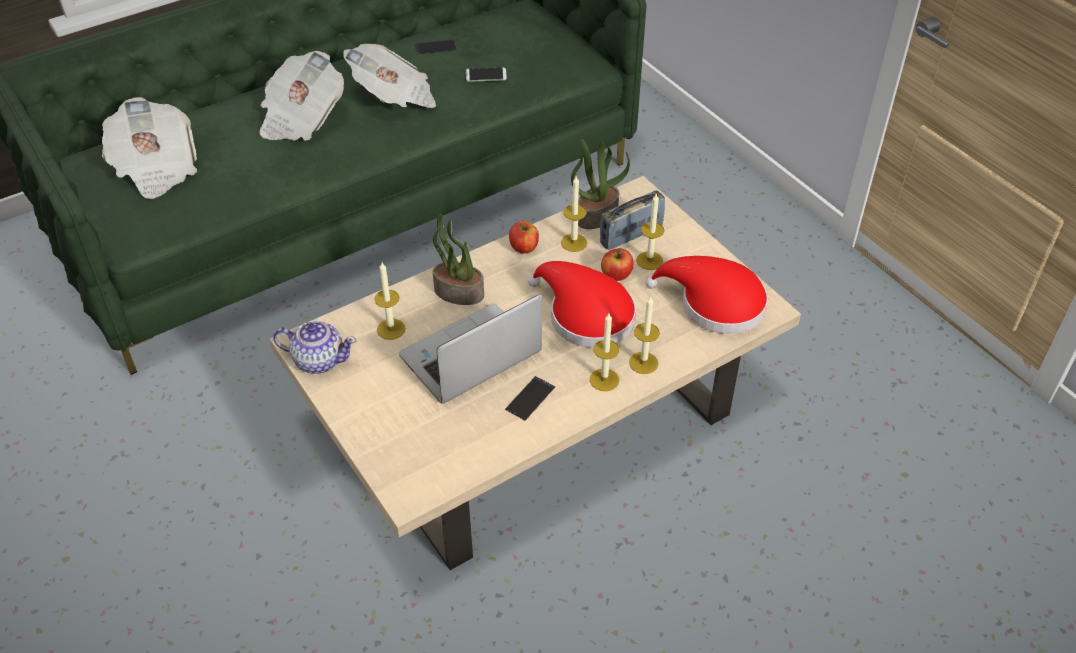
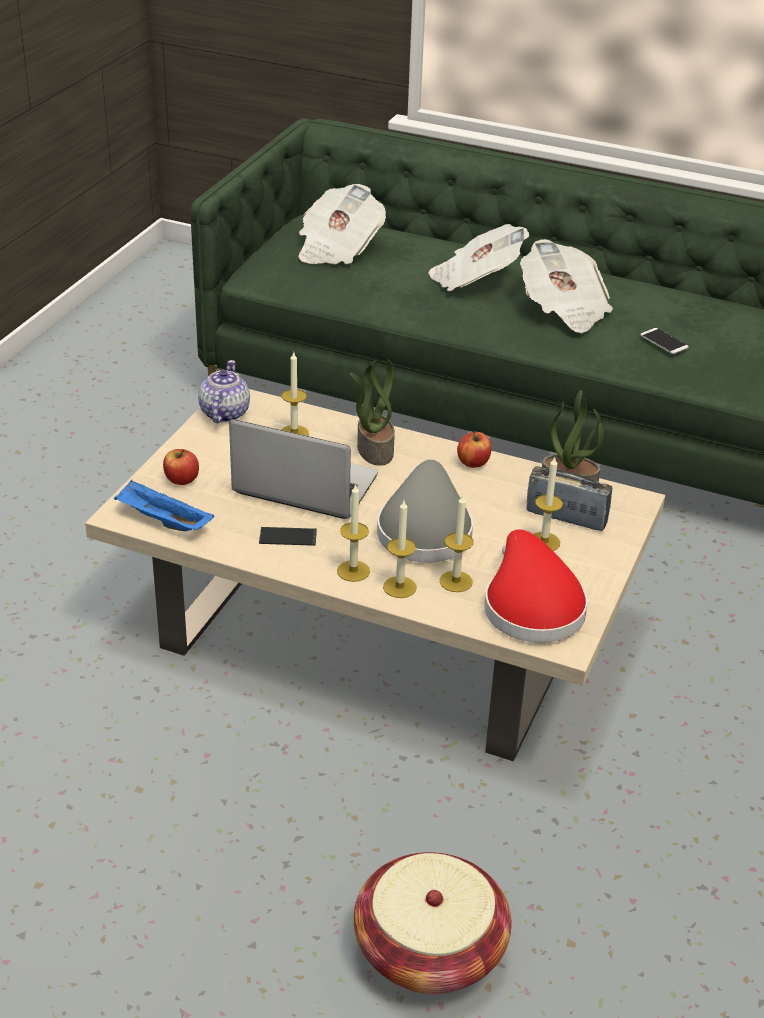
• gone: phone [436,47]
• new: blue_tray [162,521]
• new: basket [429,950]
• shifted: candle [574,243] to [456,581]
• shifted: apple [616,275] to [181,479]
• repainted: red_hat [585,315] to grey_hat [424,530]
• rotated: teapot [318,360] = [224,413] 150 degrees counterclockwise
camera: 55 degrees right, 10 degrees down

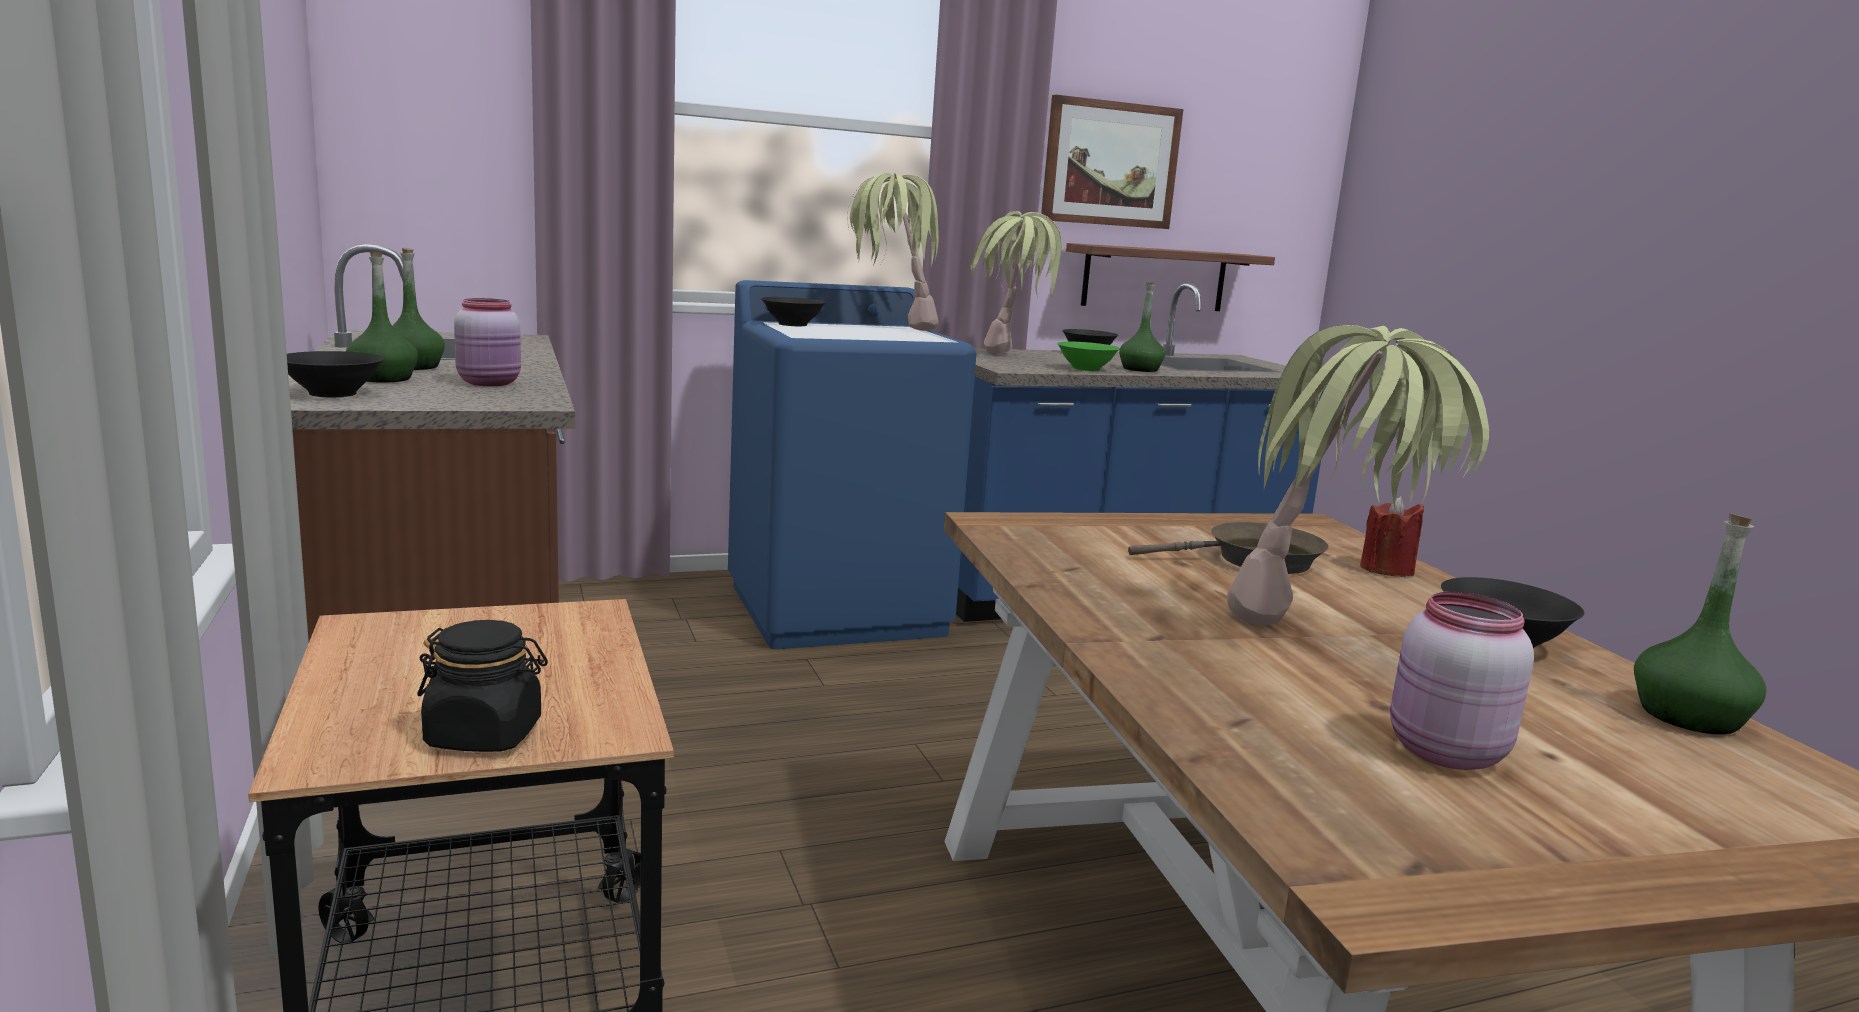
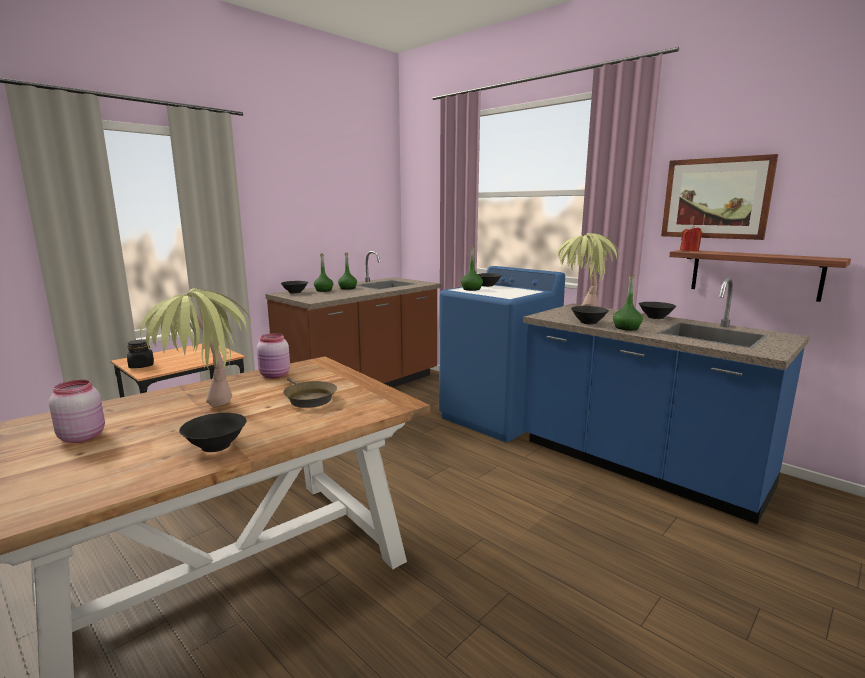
• gone: potted_plant [888,327]
• shifted: pink_jar [491,383] to [275,375]
• shifted: red_candle [1386,570] to [689,250]
• shifted: green_bottle [1688,717] to [471,289]
• repainted: green_bowl [1086,369] to black_bowl [588,322]
camera: 65 degrees right, 0 degrees up

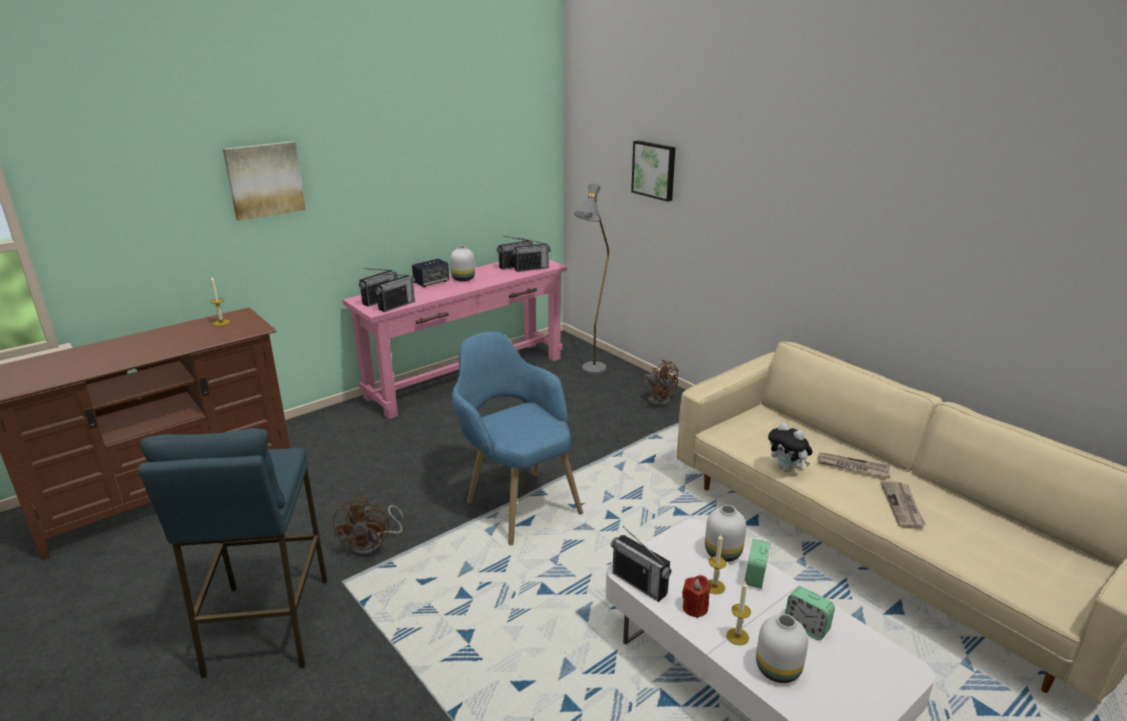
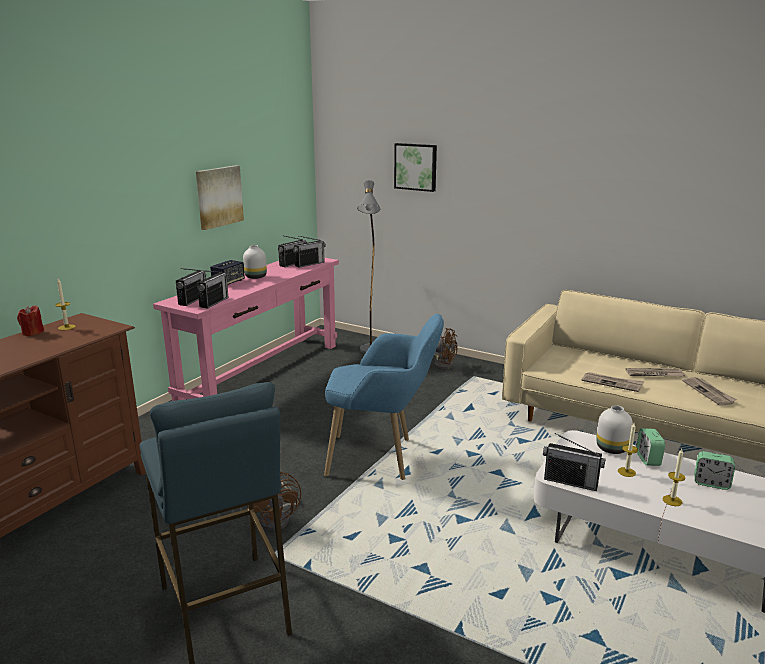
• gone: white_vase [778,670]
• shifted: picture [264,180] to [218,196]
• shifted: red_candle [695,608] to [32,332]
• swapped: plush_toy [787,469] to newspaper [612,383]
• rotated: blue_armchair [516,500] = [382,458] 150 degrees clockwise
camera: 20 degrees left, 5 degrees down

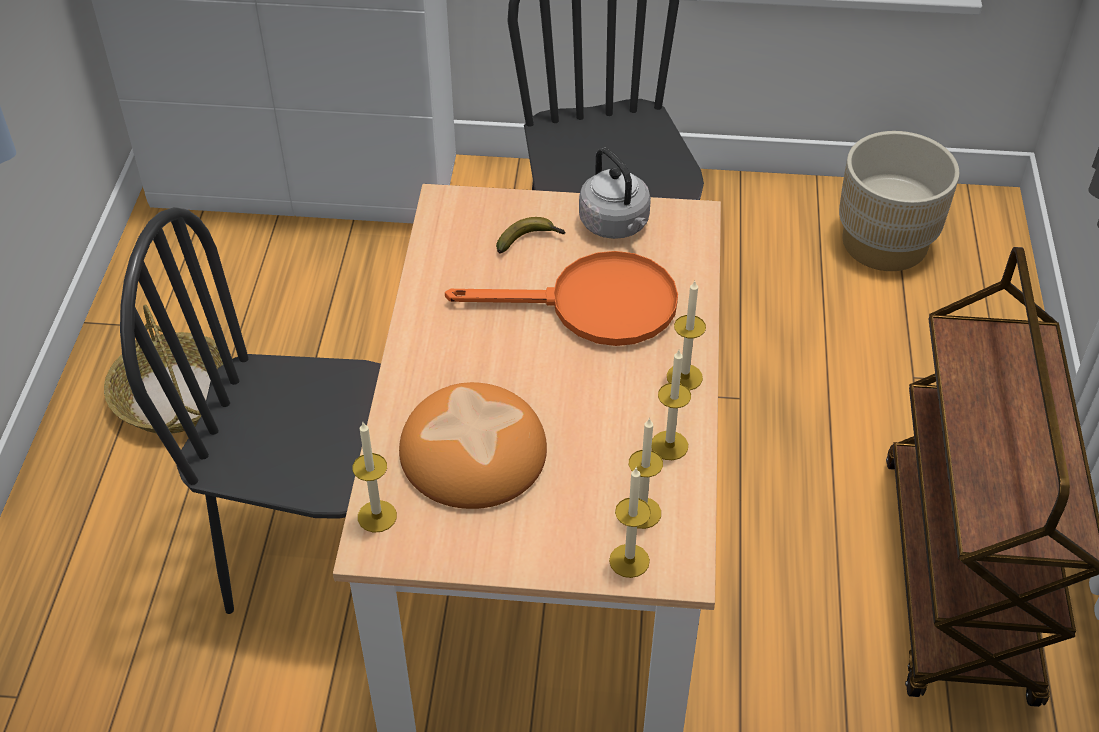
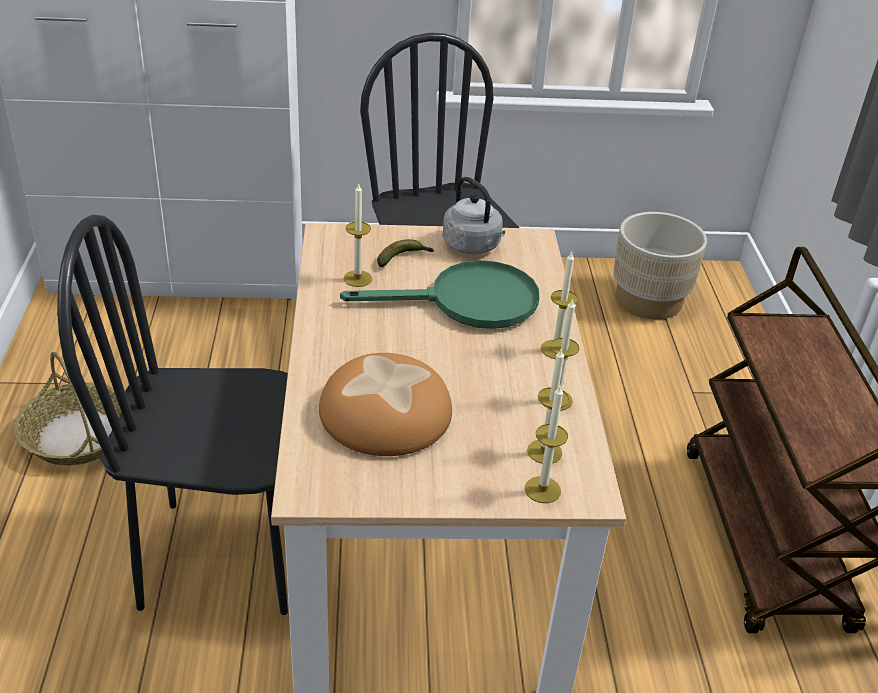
• shifted: candle [377,516] to [357,278]
• repainted: orange_frying_pan [594,306] to green_frying_pan [468,302]
camera: 10 degrees left, 10 degrees down

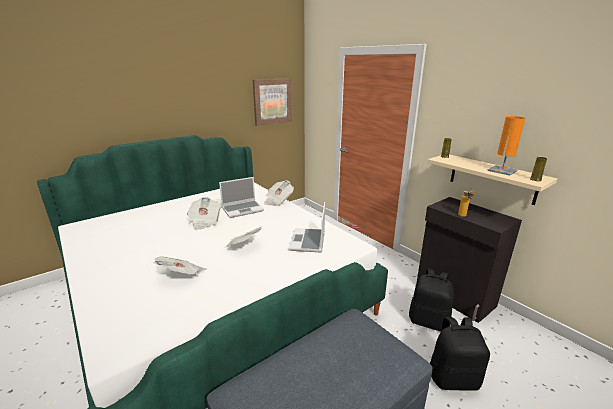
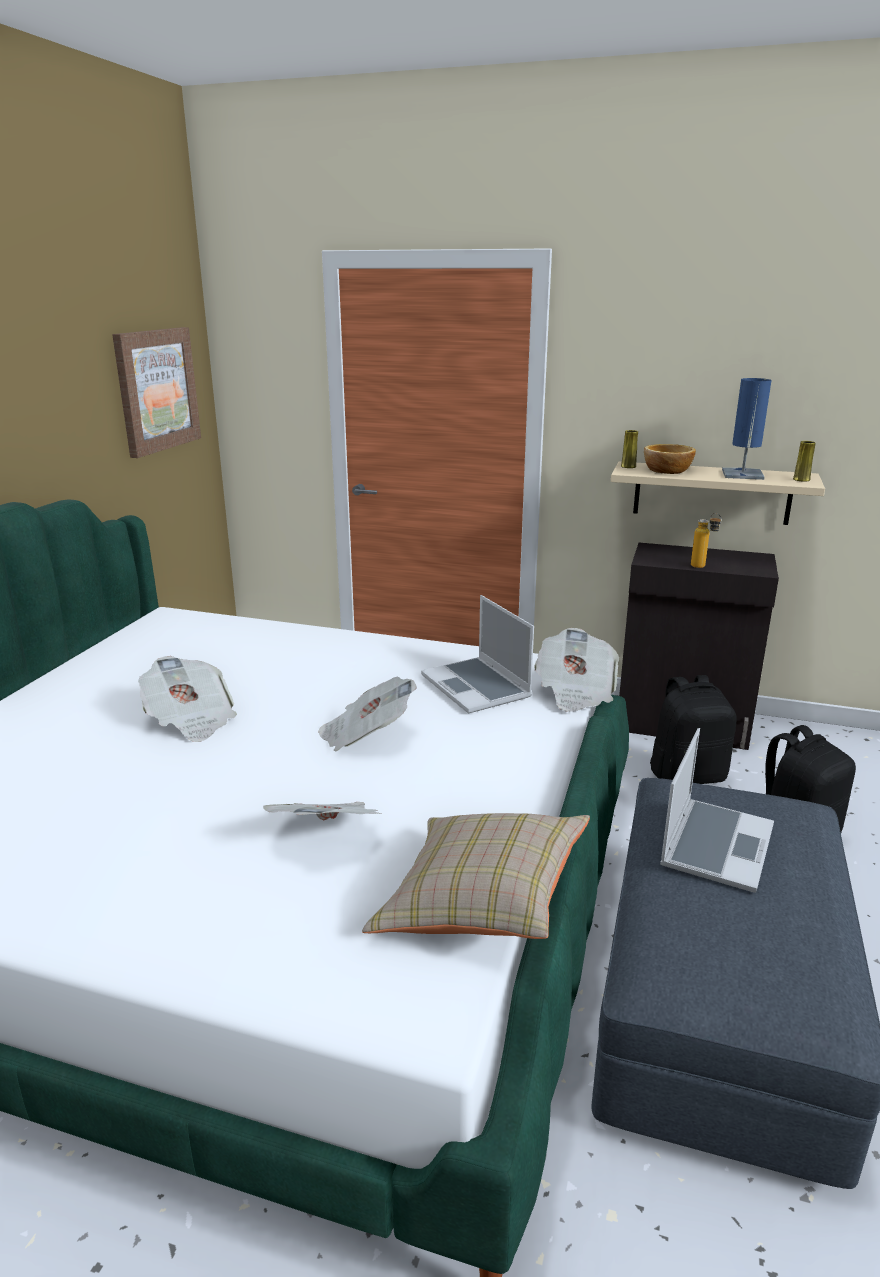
• new: beige_pillow [481,903]
• new: bowl [667,471]
• shifted: laptop [243,209] to [715,845]
• shifted: newspaper [278,201] to [575,691]
• repainted: orange_table_lamp [502,170] to blue_table_lamp [742,474]
camera: 35 degrees left, 0 degrees up

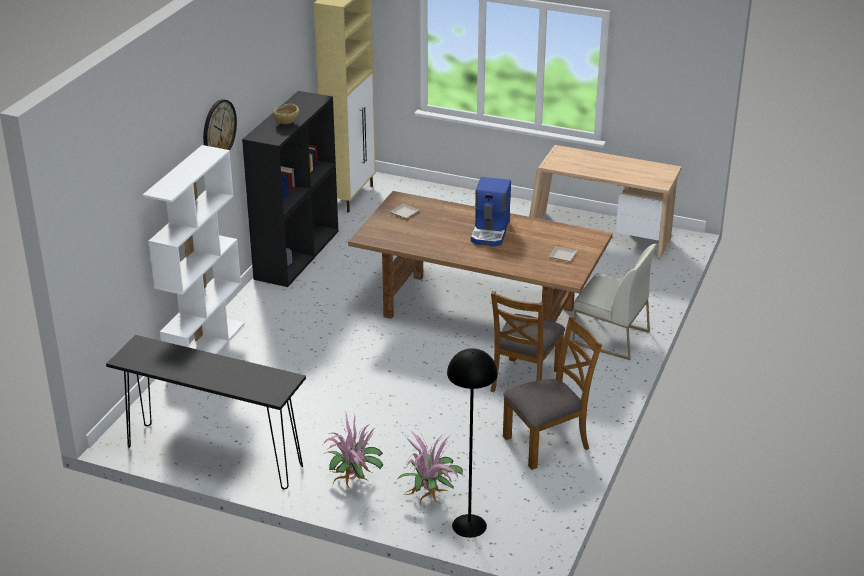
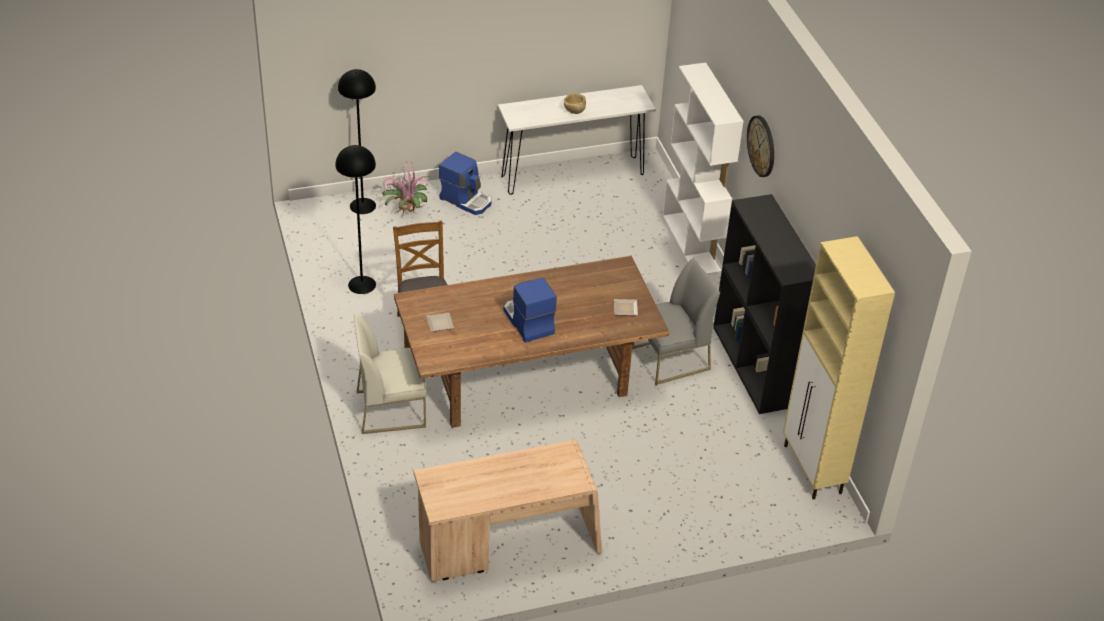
• new: grey_chair [670,359]
• shifted: beige_bowl [286,123] to [574,111]
• swapped: potted_plant [353,481] to coffee_machine [466,200]
• swapped: brown_chair [547,443] to black_floor_lamp [361,285]
• repainted: black_console_table [214,456] to white_console_table [572,175]
camera: 140 degrees right, 10 degrees up

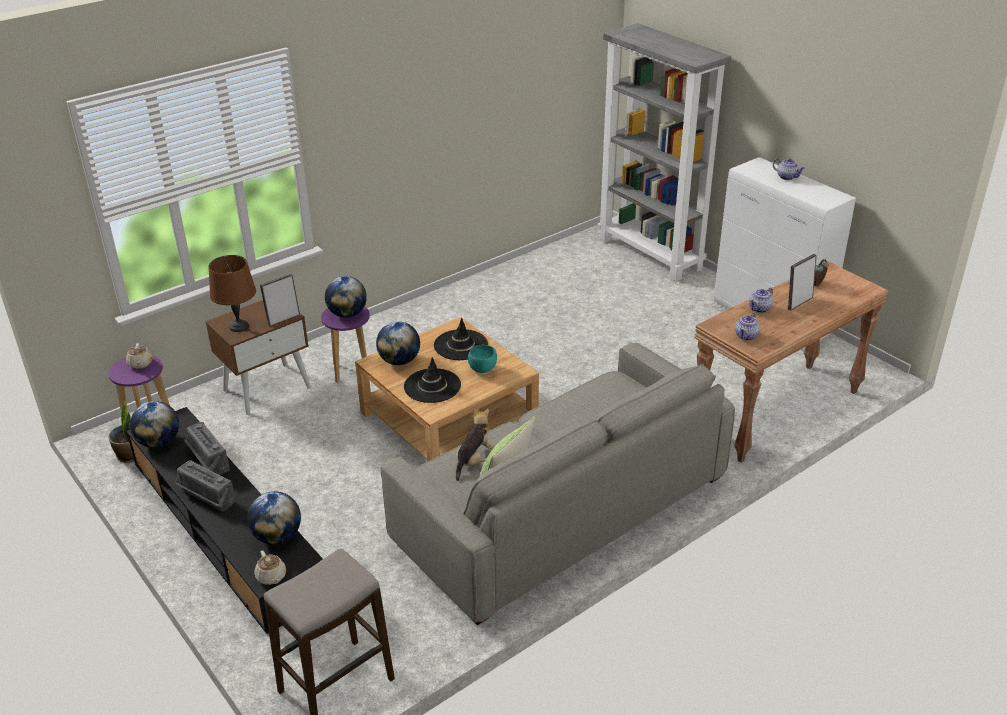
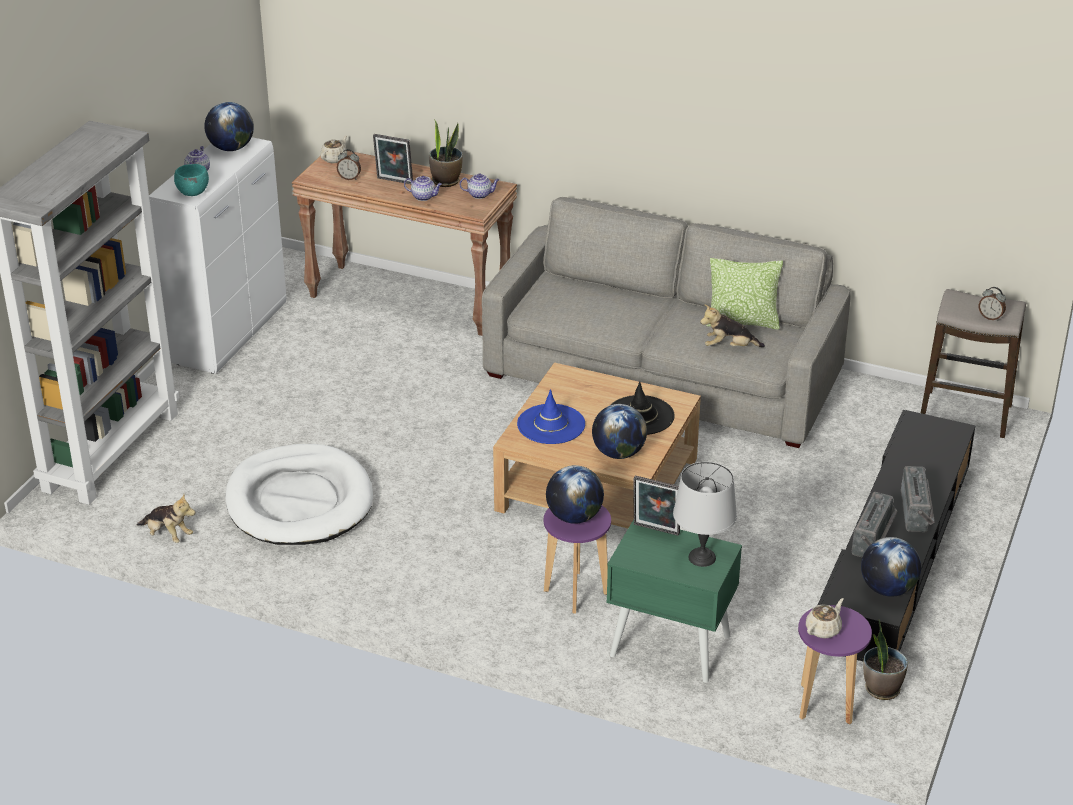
• new: plush_toy [168,535]
• new: white_dog_bed [299,501]
• new: potted_plant [446,181]
• new: alarm_clock [990,317]
• shifted: globe [277,537] to [231,148]
• shifted: beige_teapot [271,577] to [334,158]
• shifted: turquoise_bowl [482,369] to [192,193]
• repainted: brown_nightstand [267,388] to green_nightstand [669,645]
• repainted: brown_table_lamp [239,326] to grey_table_lamp [702,557]
• repainted: black_hat [460,345] to blue_hat [551,425]
camera: 120 degrees left, 0 degrees up

